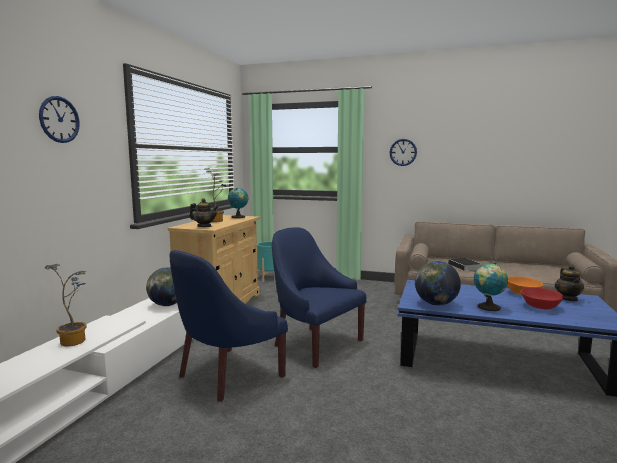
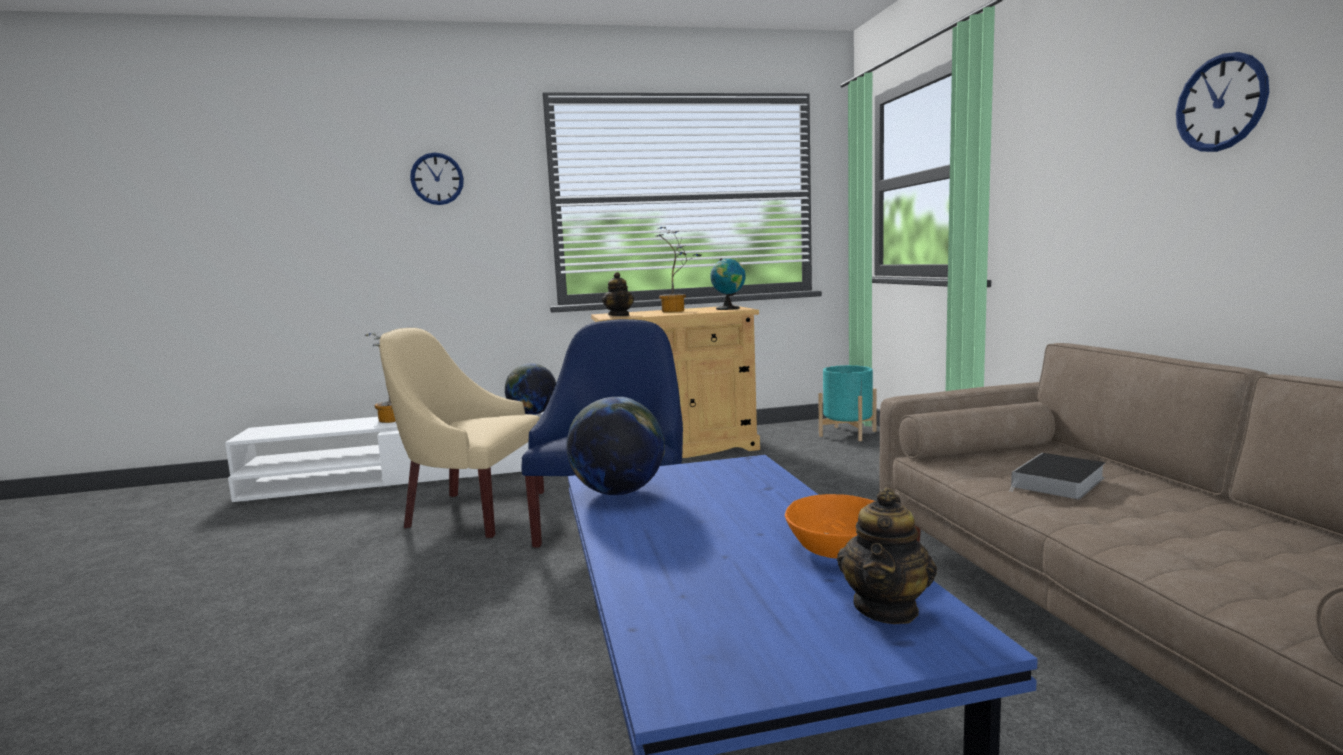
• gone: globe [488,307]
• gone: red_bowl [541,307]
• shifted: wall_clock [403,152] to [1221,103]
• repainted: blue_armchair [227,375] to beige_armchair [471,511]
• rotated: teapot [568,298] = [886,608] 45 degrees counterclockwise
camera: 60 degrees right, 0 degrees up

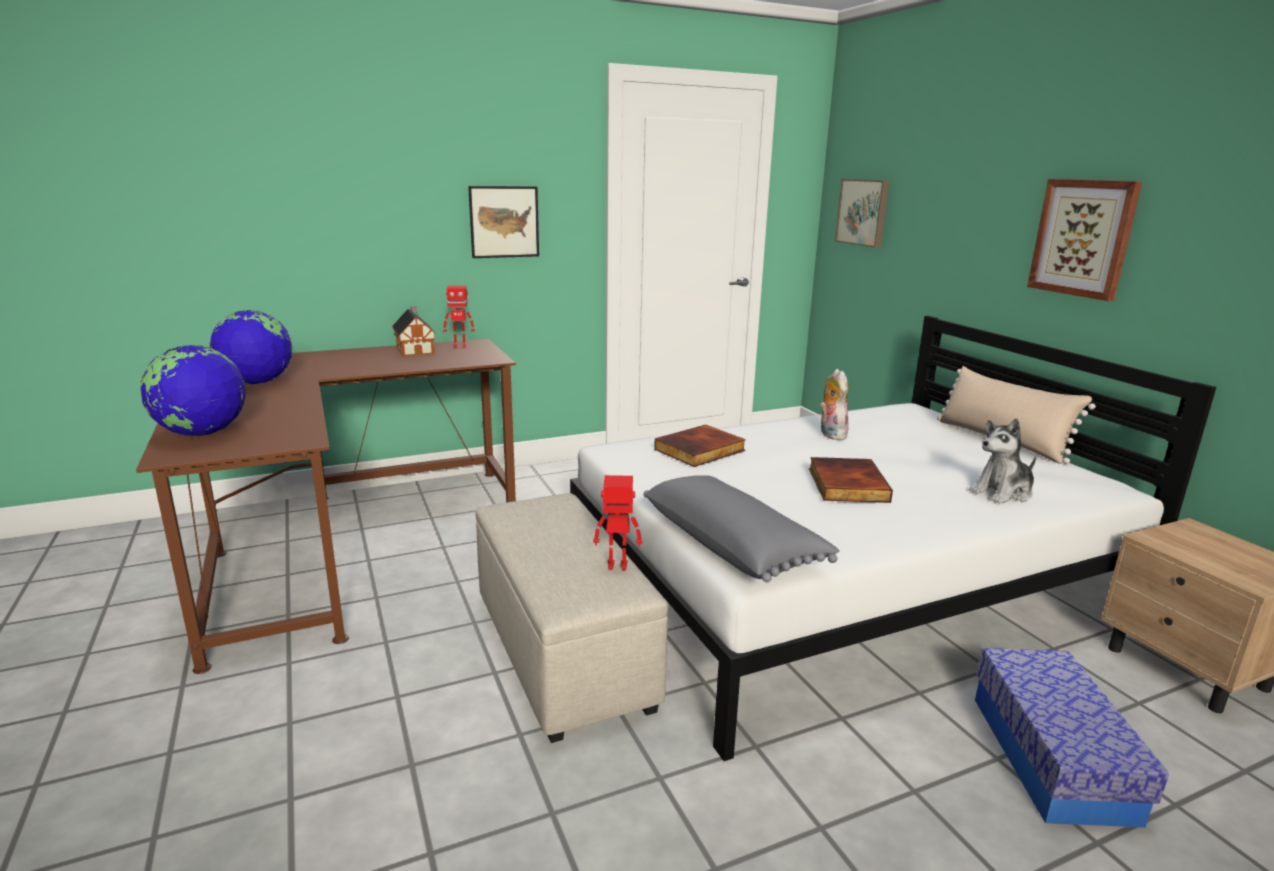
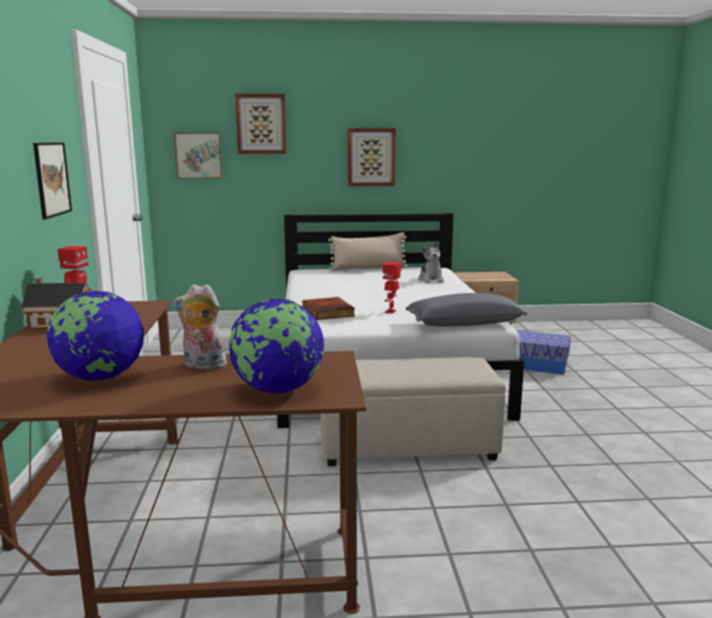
• gone: book [845,484]
• new: picture [261,124]
• shifted: toy_robot [617,566] to [391,311]
• shifted: plush_toy [830,434] to [202,366]
camera: 70 degrees left, 5 degrees down

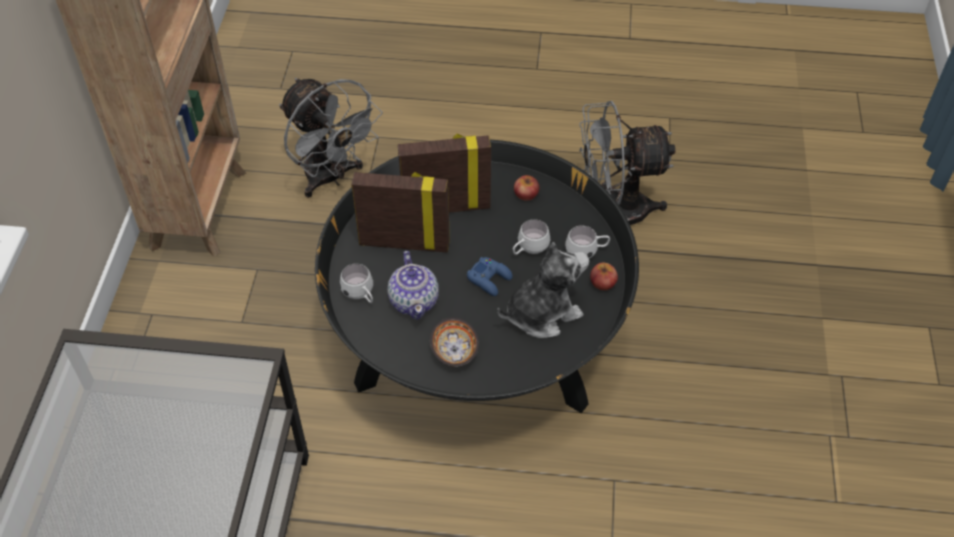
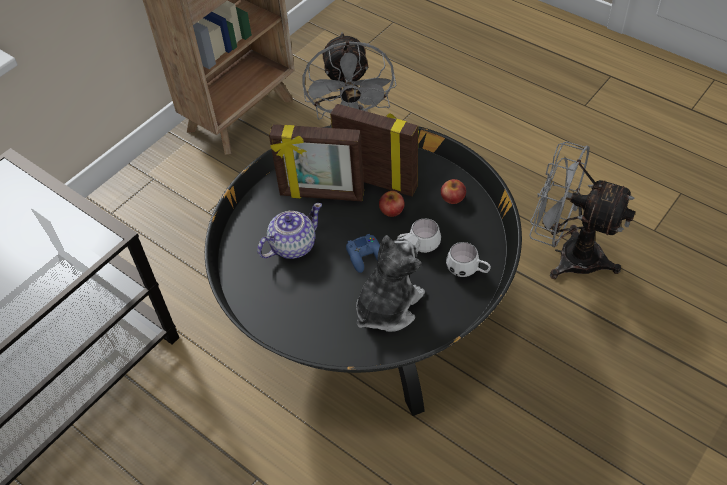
• gone: white_mug [360,295]
• gone: bowl [453,352]
• shifted: apple [603,282] to [391,210]
• rotated: picture_frame [404,242] = [321,195] 150 degrees clockwise
• rotated: teapot [414,300] = [292,246] 150 degrees counterclockwise
• rotated: plush_toy [542,313] = [388,306] 60 degrees counterclockwise
camera: 35 degrees right, 0 degrees up

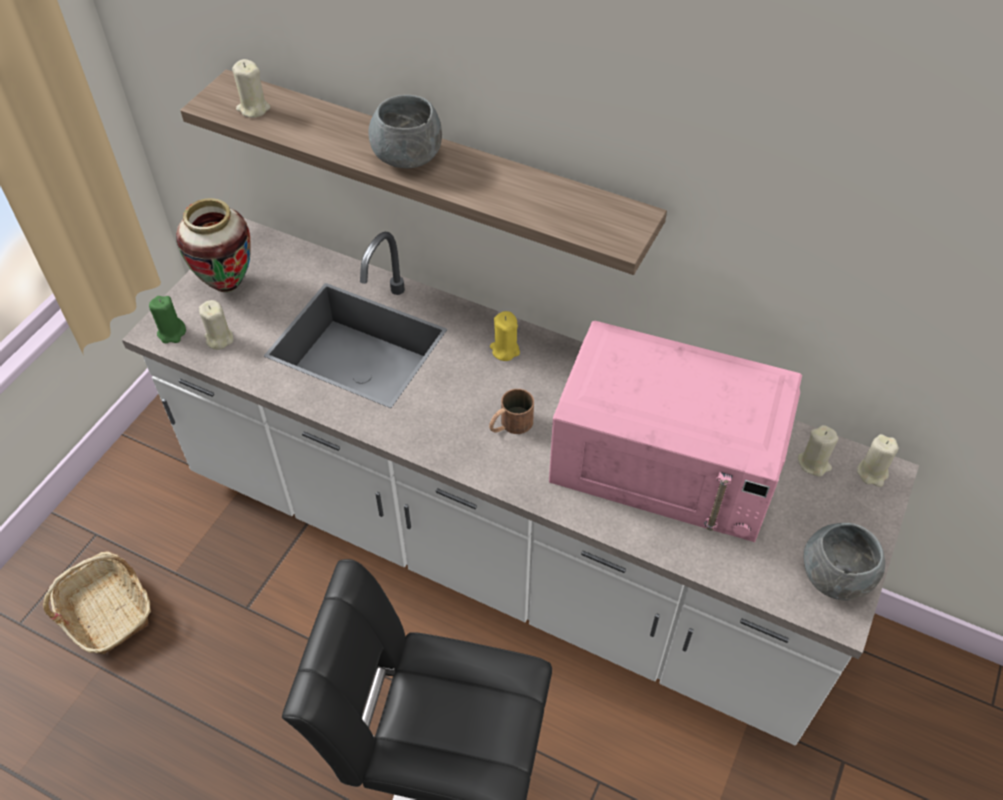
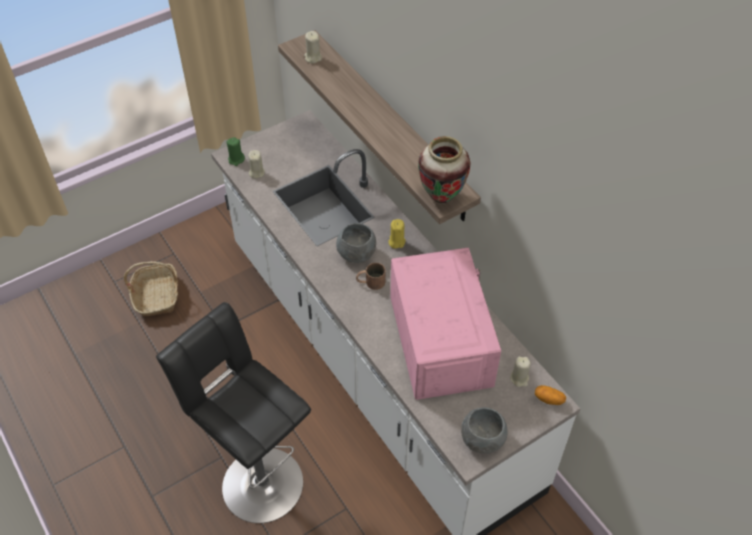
• shifted: vase [228,285] to [441,198]
• shifted: grey_bowl [408,158] to [356,254]
• swapped: beige_candle [872,473] to potato [549,399]
• rotated: pink_microwave [668,460] = [440,339] 150 degrees counterclockwise
camera: 30 degrees right, 0 degrees up

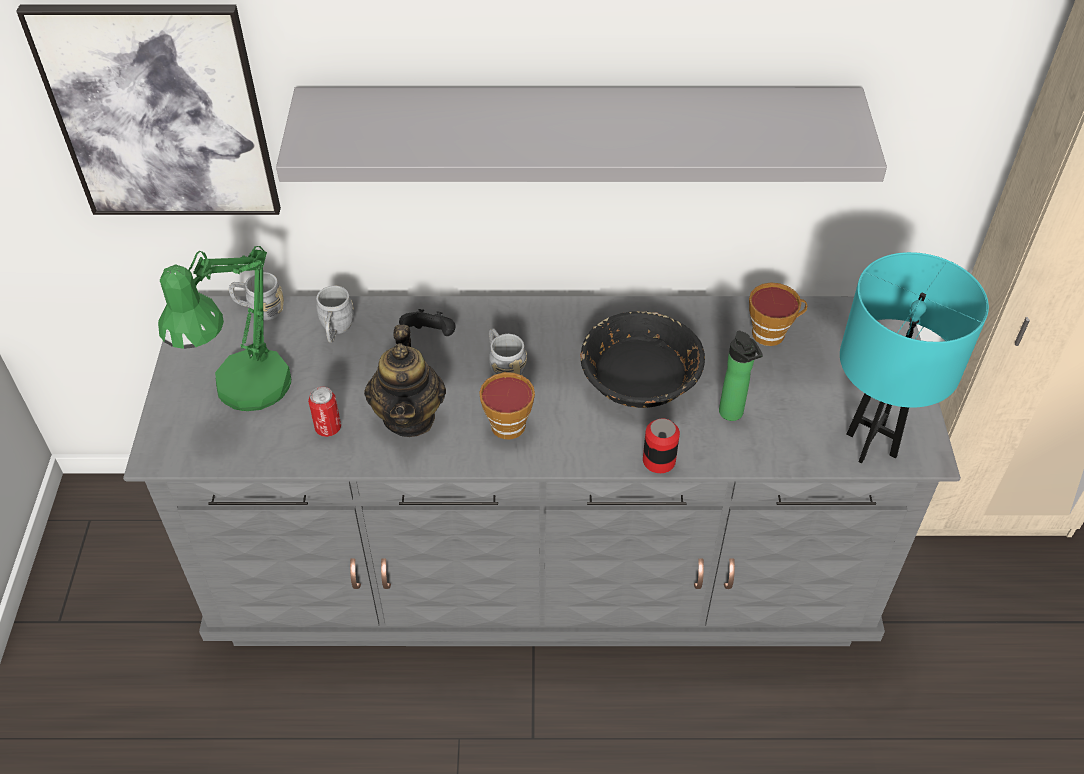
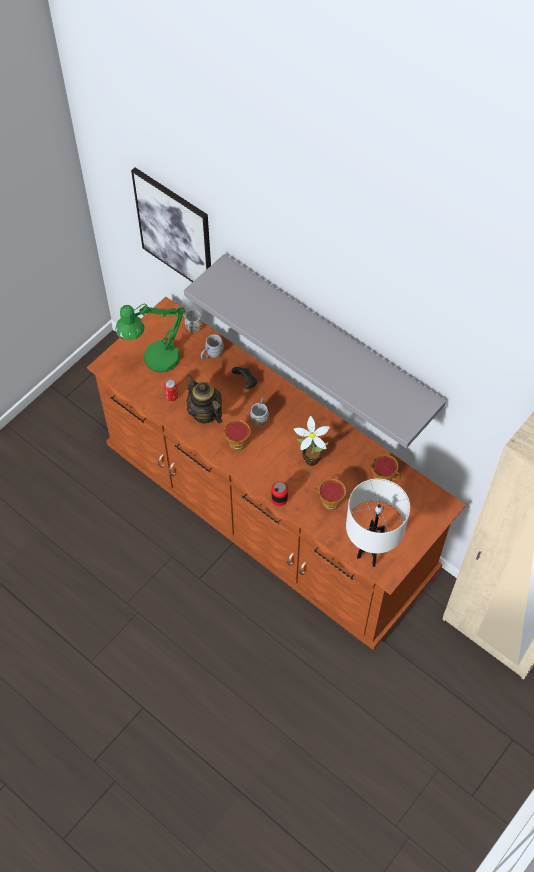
• swapped: black_bowl [640,376] to potted_plant [309,459]
• swapped: bottle [733,415] to cup [328,502]
• repainted: grey_dresser [542,564] to brown_dresser [268,511]
• repainted: turquoise_table_lamp [871,445] to white_table_lamp [370,554]
• rotated: teapot [409,417] = [205,413] 105 degrees clockwise
camera: 40 degrees right, 10 degrees up

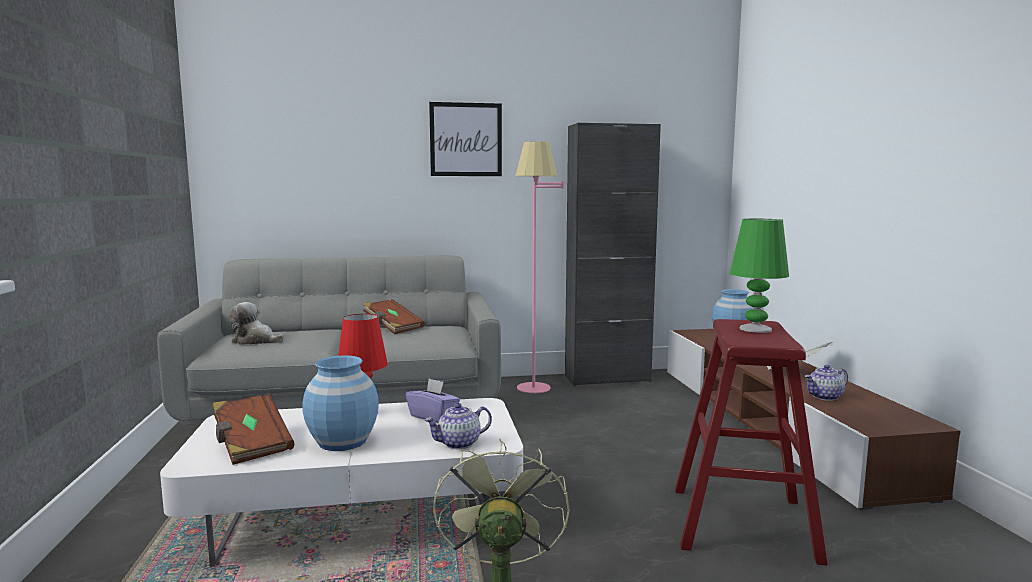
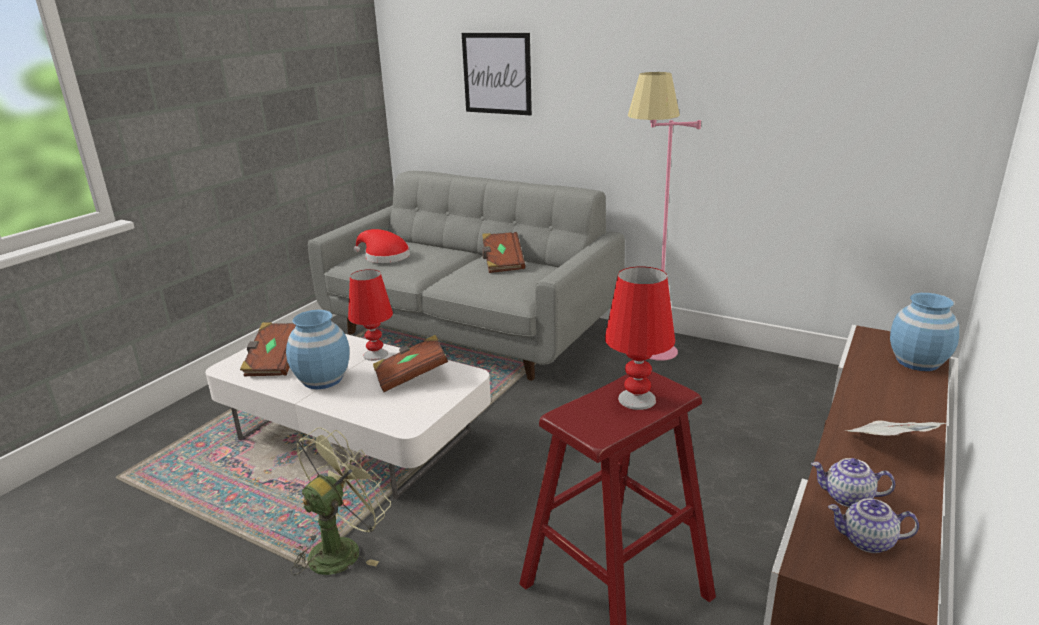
• gone: black_cabinet [607,378]
• shifted: teapot [459,443] to [867,541]
• shifted: picture [466,139] to [497,73]
• swapped: plush_toy [255,341] to red_hat [384,256]
• swapped: purple_tissue_box [433,416] to brown_book [411,376]
• repainted: green_table_lamp [755,329] to red_table_lamp [637,399]
camera: 40 degrees right, 15 degrees up

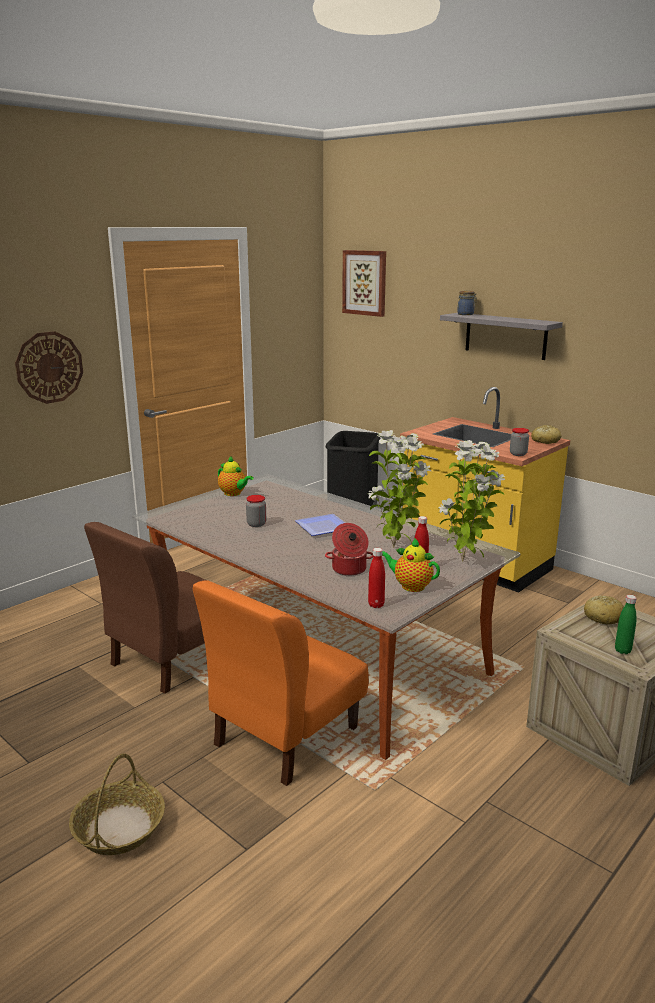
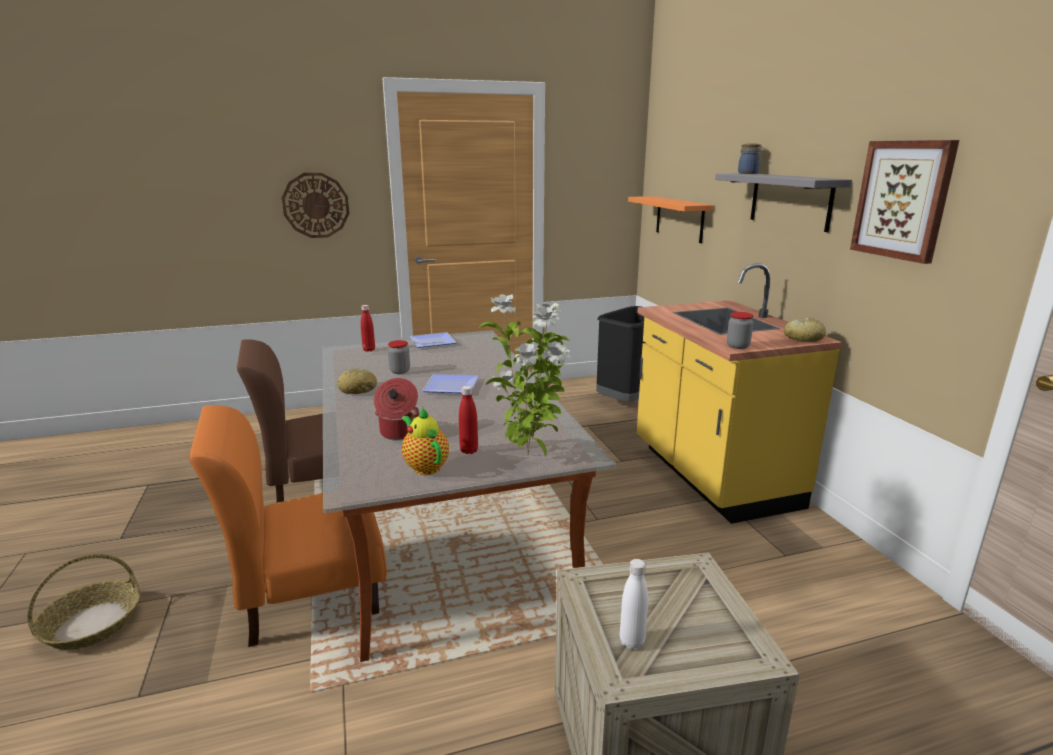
• gone: potted_plant [395,548]
• new: orange_shelf [679,218]
• shifted: picture [365,282] to [903,200]
• shifted: red_bottle [376,605] to [369,350]
• shifted: bread [603,617] to [358,389]
• swapped: teapot [234,494] to plate [431,342]
• repainted: green_bottle [622,650] to white_bottle [632,641]
camera: 30 degrees right, 0 degrees up

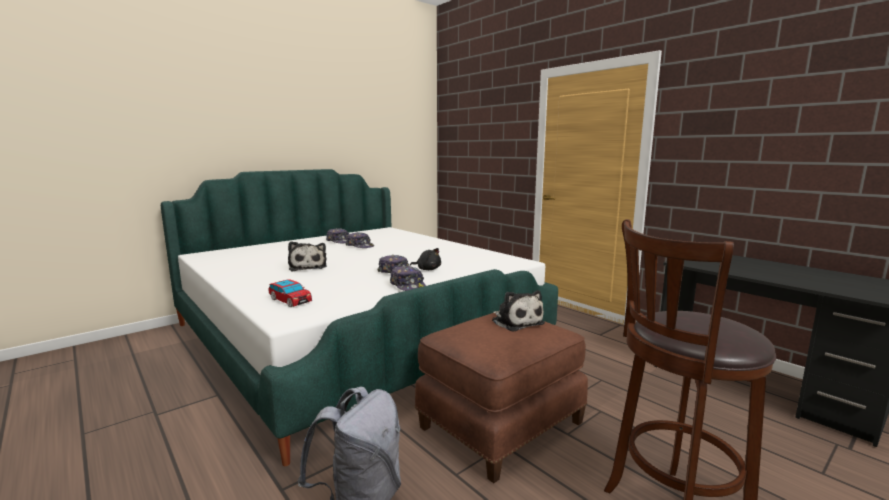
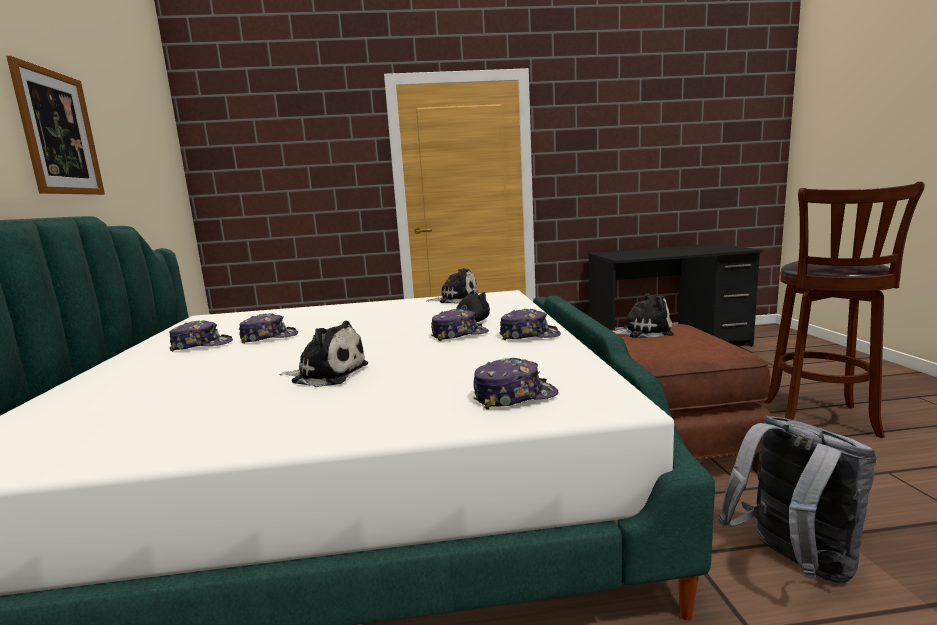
• new: picture [59,133]
• new: plush_toy [456,299]
• swapped: toy_car [290,301] to cap [514,396]
camera: 55 degrees left, 0 degrees up

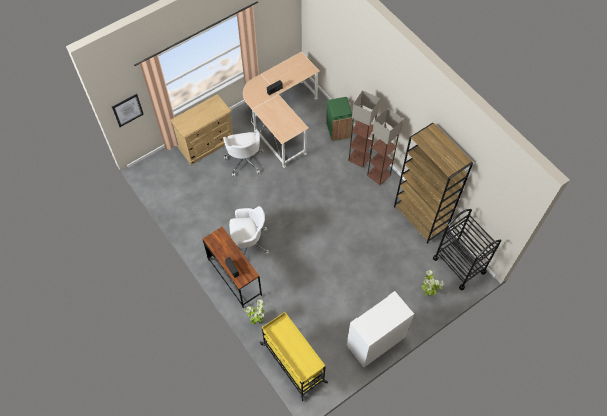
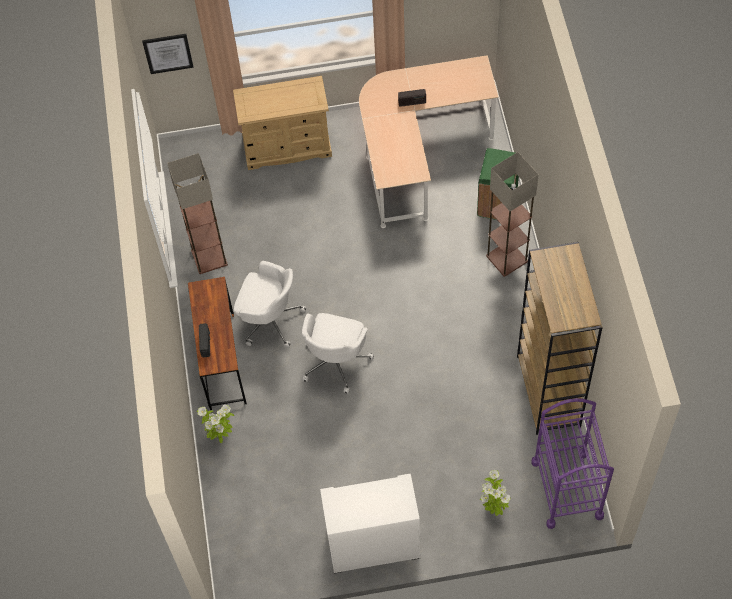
• gone: yellow_cart [294,364]
• shifted: white_office_chair [244,160] to [336,361]
• shifted: floor_lamp [378,174] to [208,257]
• repainted: black_cart [459,265] to purple_cart [567,489]
camera: 30 degrees right, 0 degrees up

